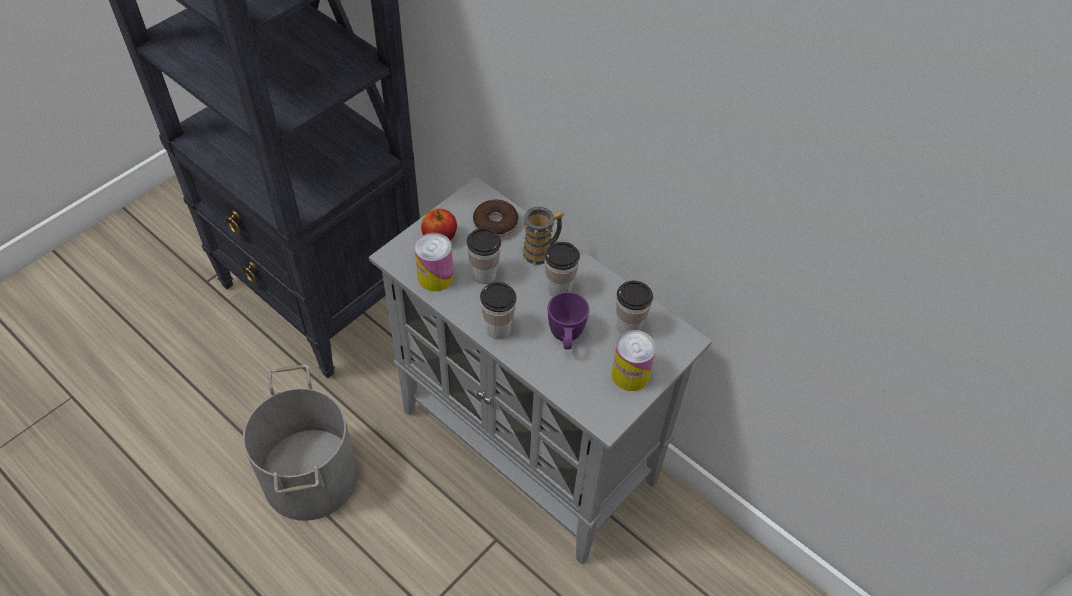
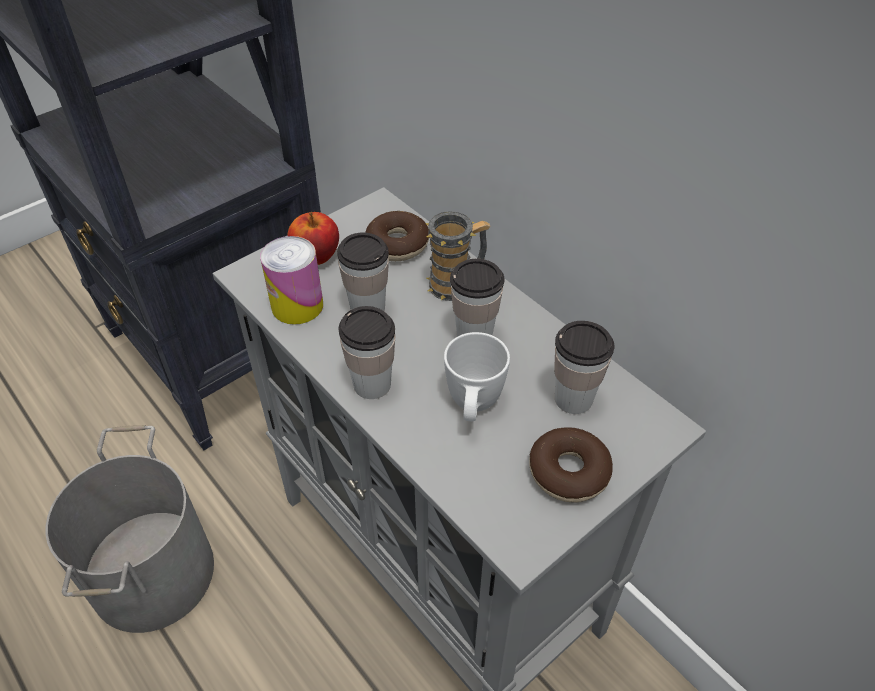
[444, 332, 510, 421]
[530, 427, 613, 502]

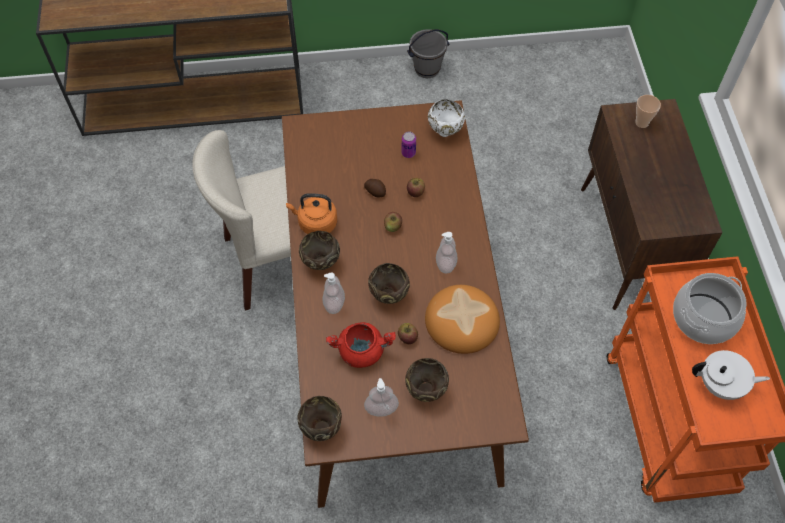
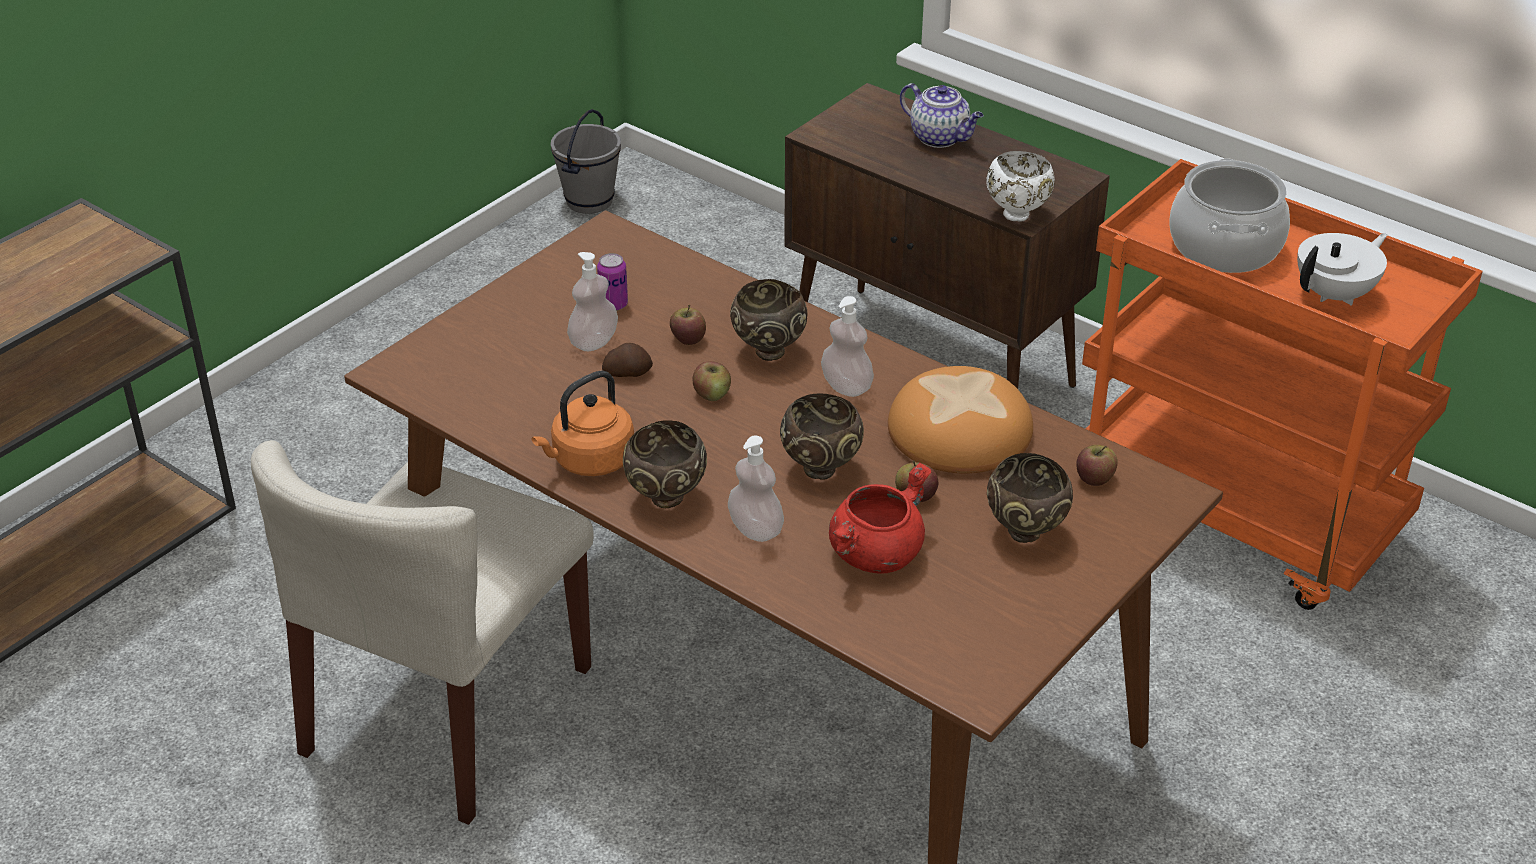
[551, 109, 621, 214]
[567, 252, 618, 351]
[730, 279, 808, 361]
[900, 83, 984, 148]
[986, 151, 1055, 222]
[1076, 445, 1118, 486]
[635, 95, 661, 128] (first image)

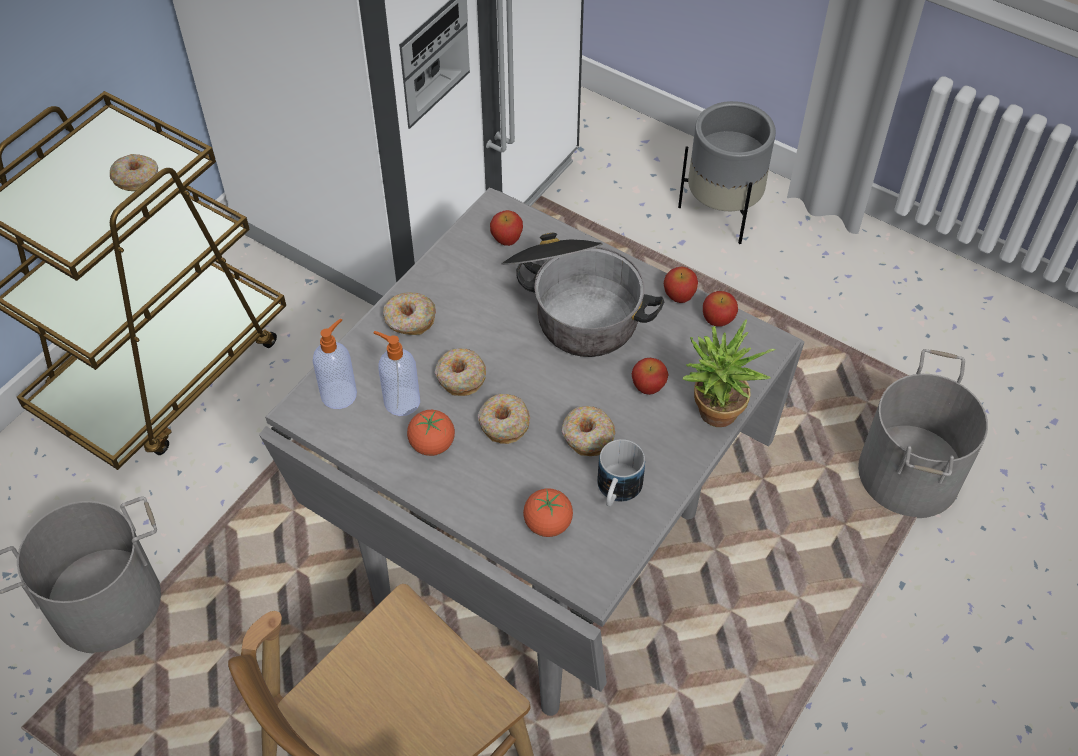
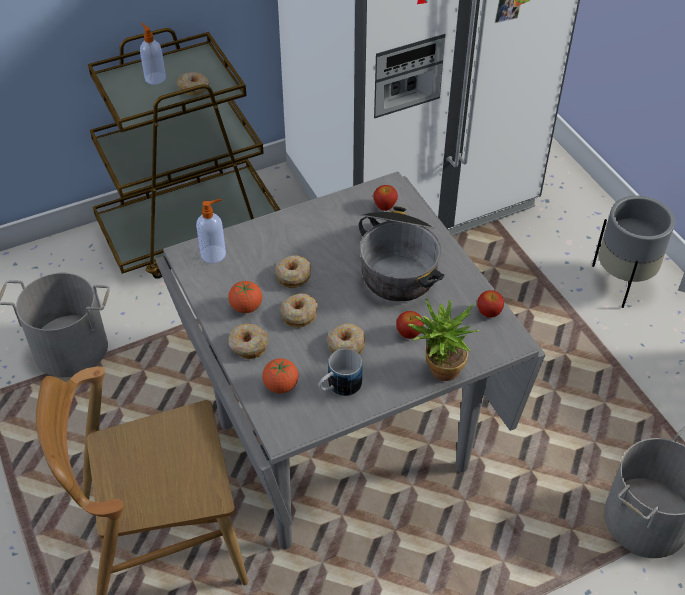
[140, 23, 166, 85]
[228, 324, 269, 359]
[664, 266, 698, 303] (first image)

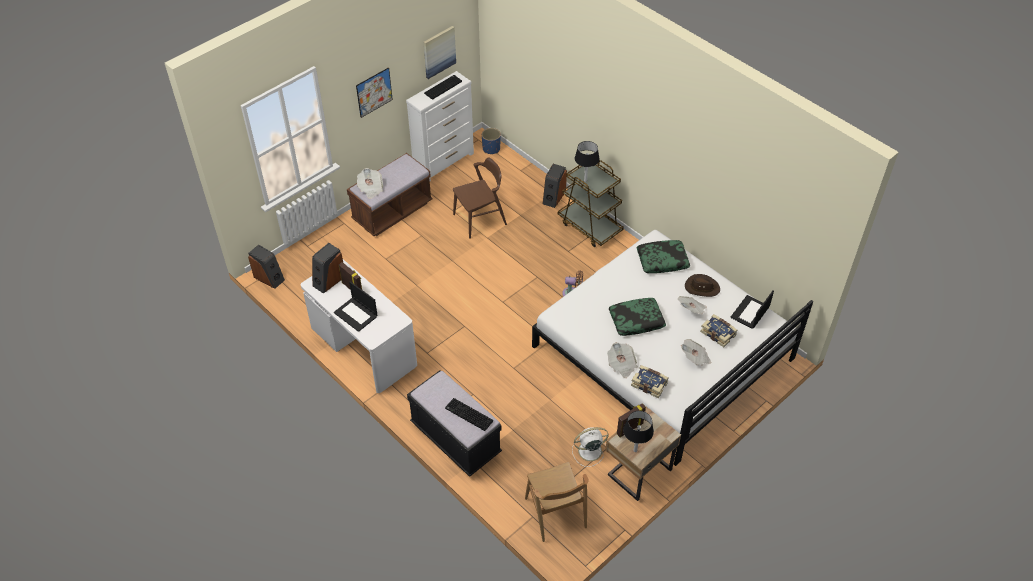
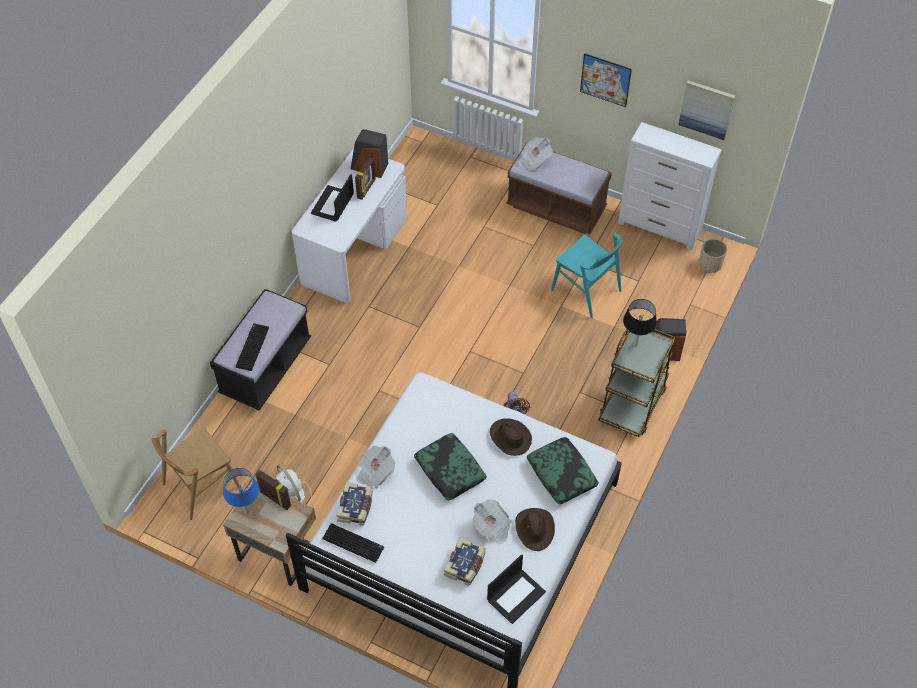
[223, 468, 259, 514]
[322, 523, 384, 563]
[487, 554, 546, 624]
[490, 418, 532, 456]
[551, 233, 624, 318]
[699, 238, 727, 273]
[248, 244, 285, 289] (first image)
[681, 339, 711, 366] (first image)

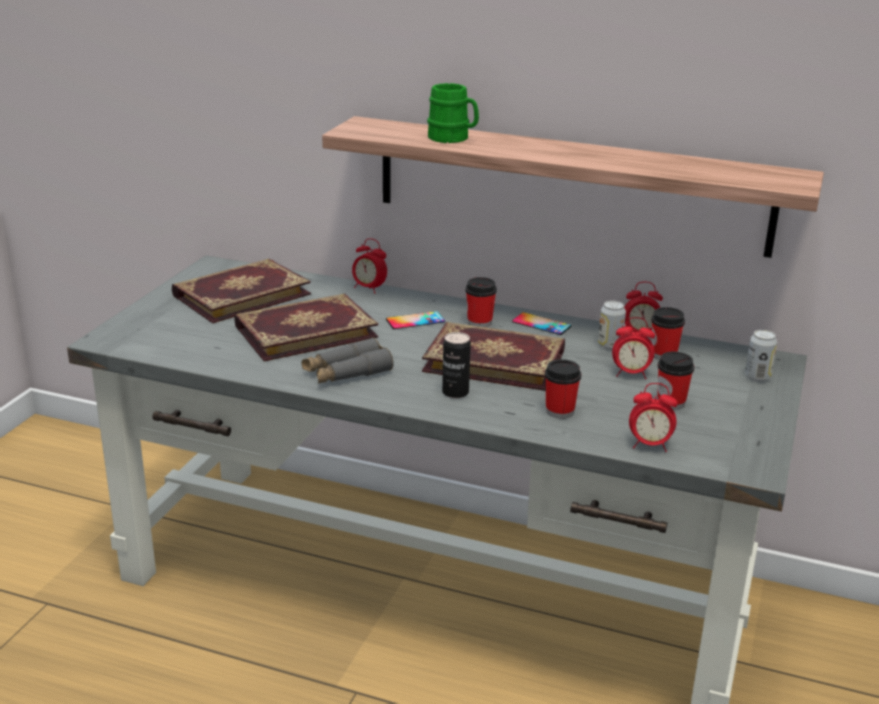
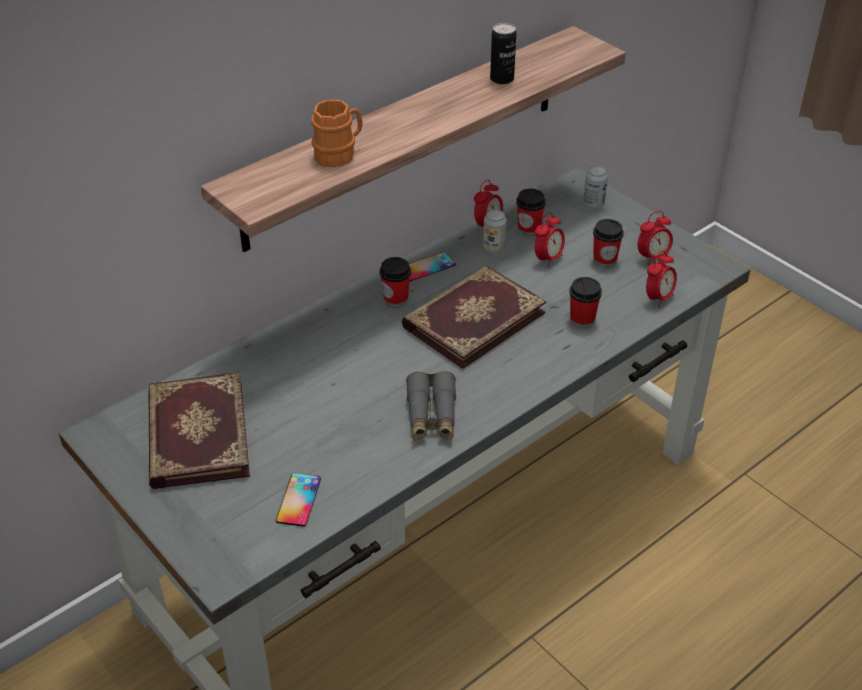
[276, 473, 321, 527]
[311, 100, 362, 167]
[490, 23, 516, 85]
[637, 211, 673, 265]
[234, 294, 378, 361] (first image)

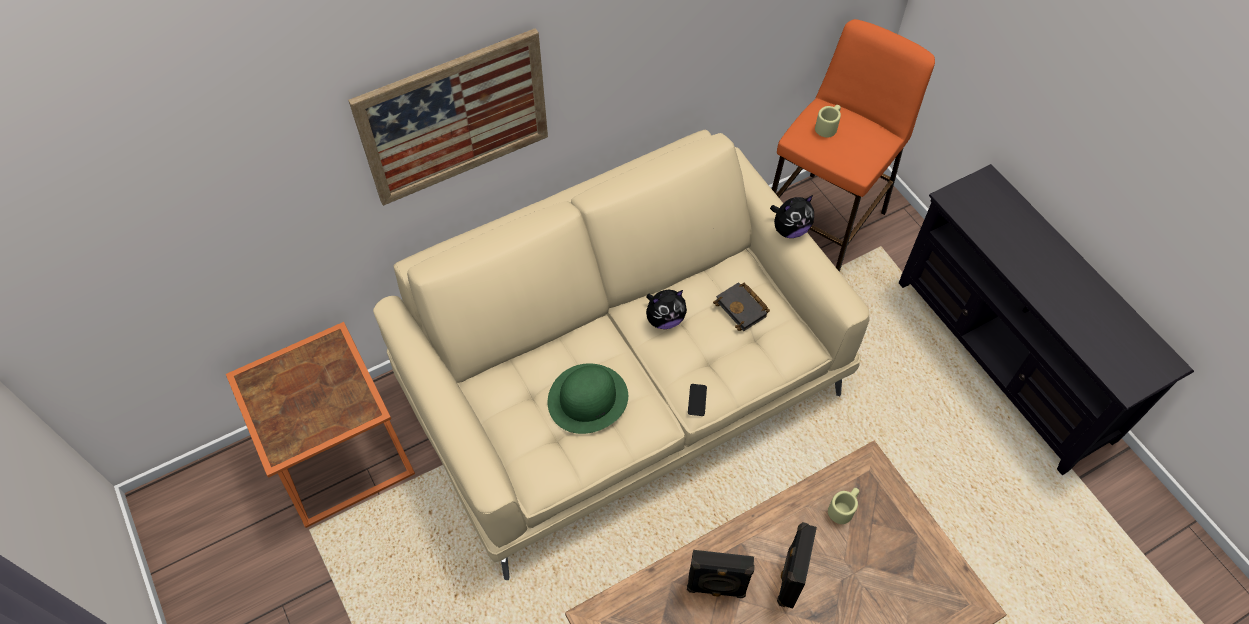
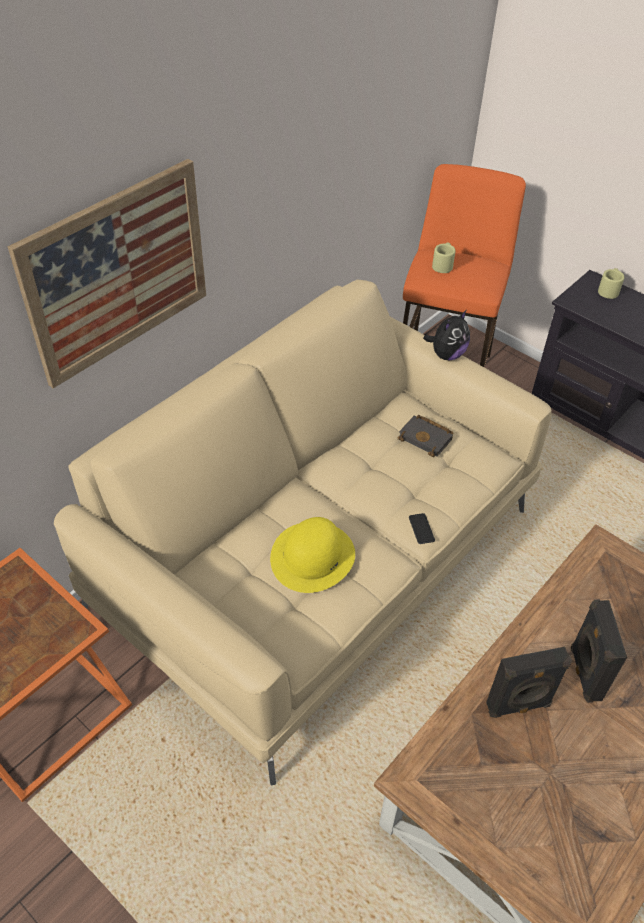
[270, 517, 355, 593]
[598, 268, 624, 299]
[646, 290, 687, 329] (first image)

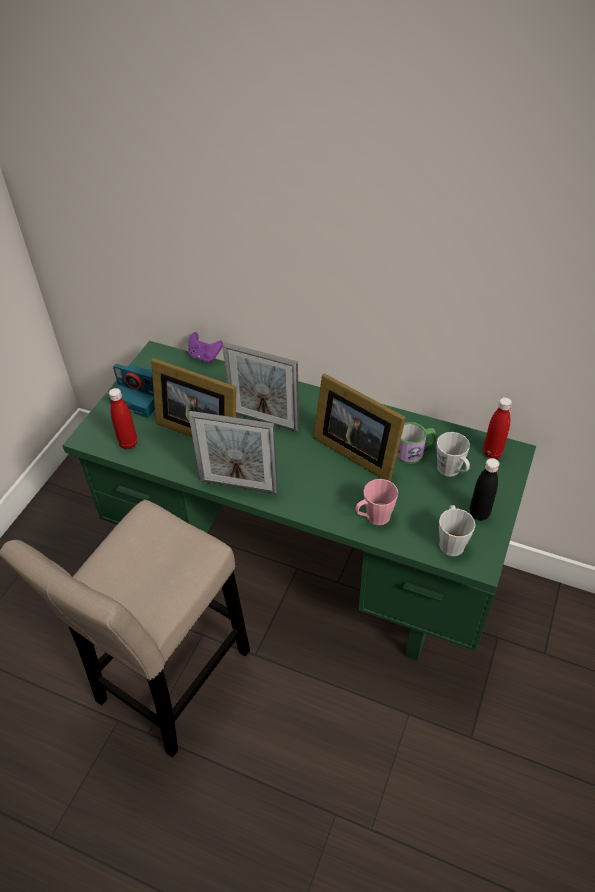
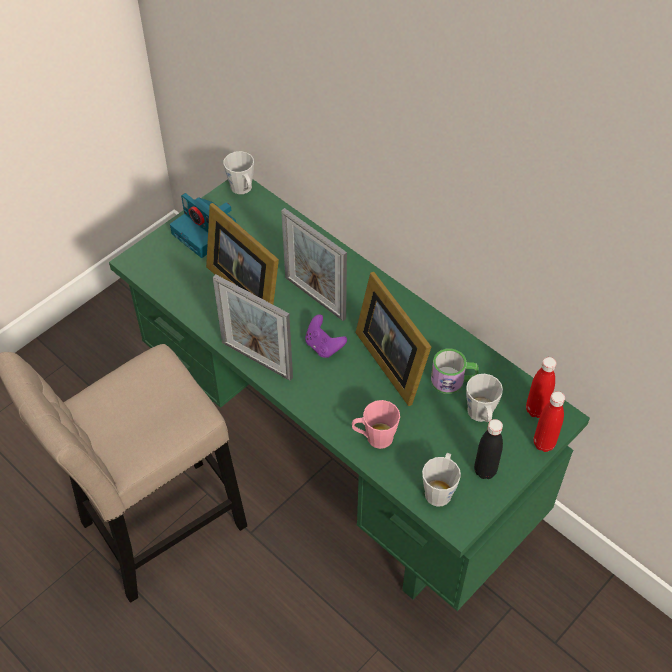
[224, 151, 254, 194]
[305, 315, 347, 358]
[534, 391, 565, 452]

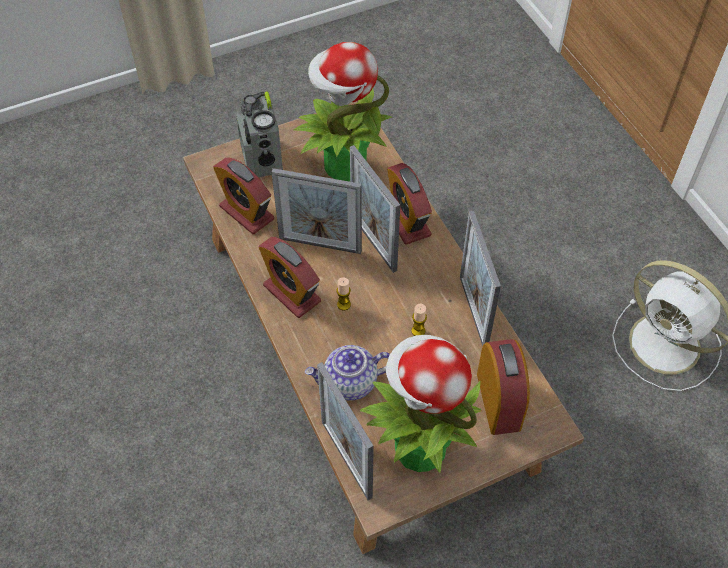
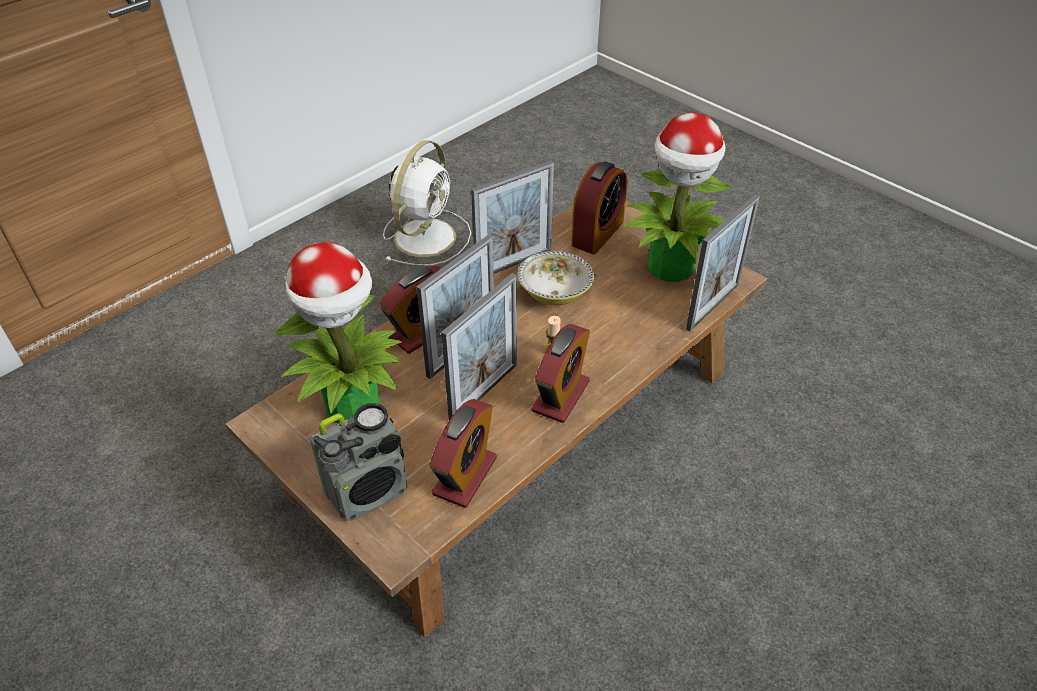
[441, 273, 517, 420]
[518, 251, 594, 305]
[571, 161, 627, 254]
[305, 345, 390, 401] (first image)

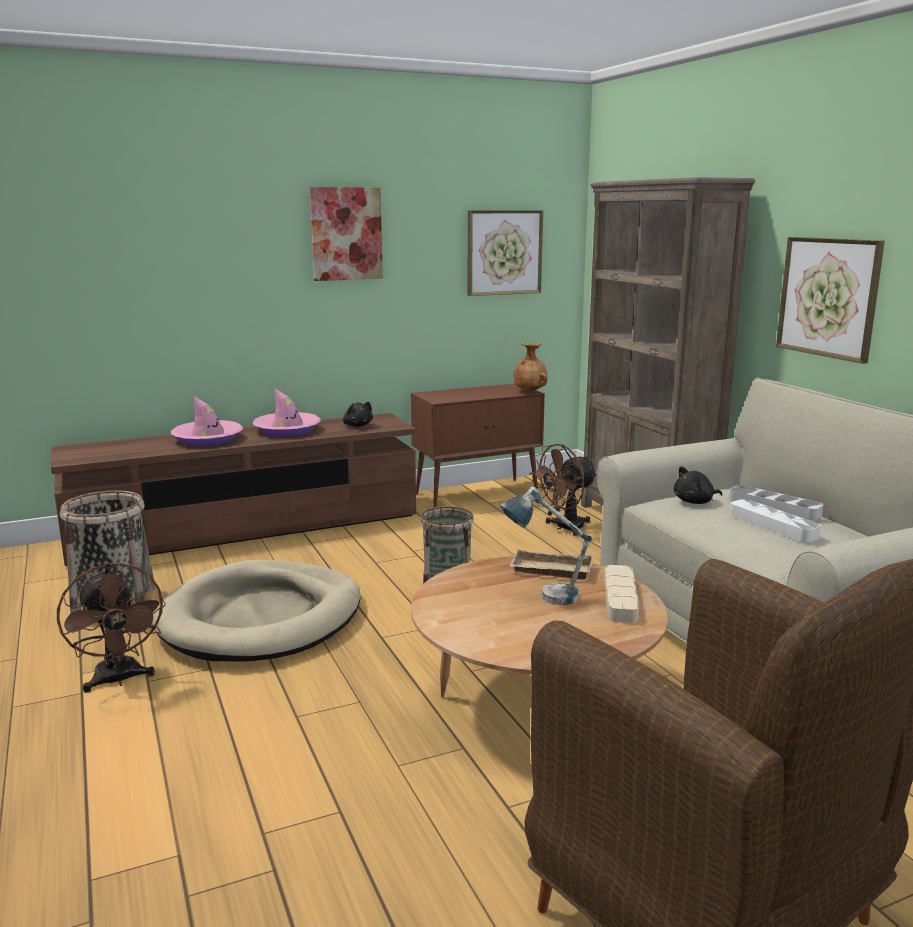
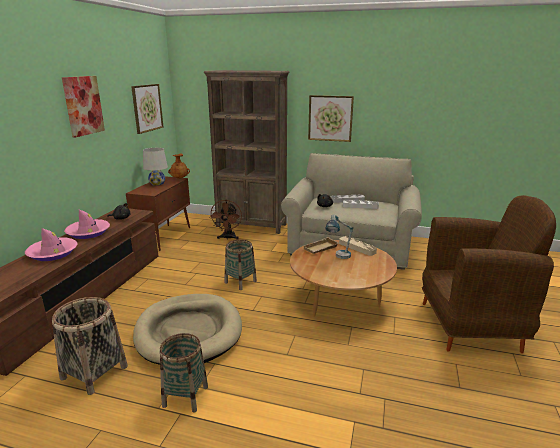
[143, 148, 168, 186]
[159, 333, 208, 413]

